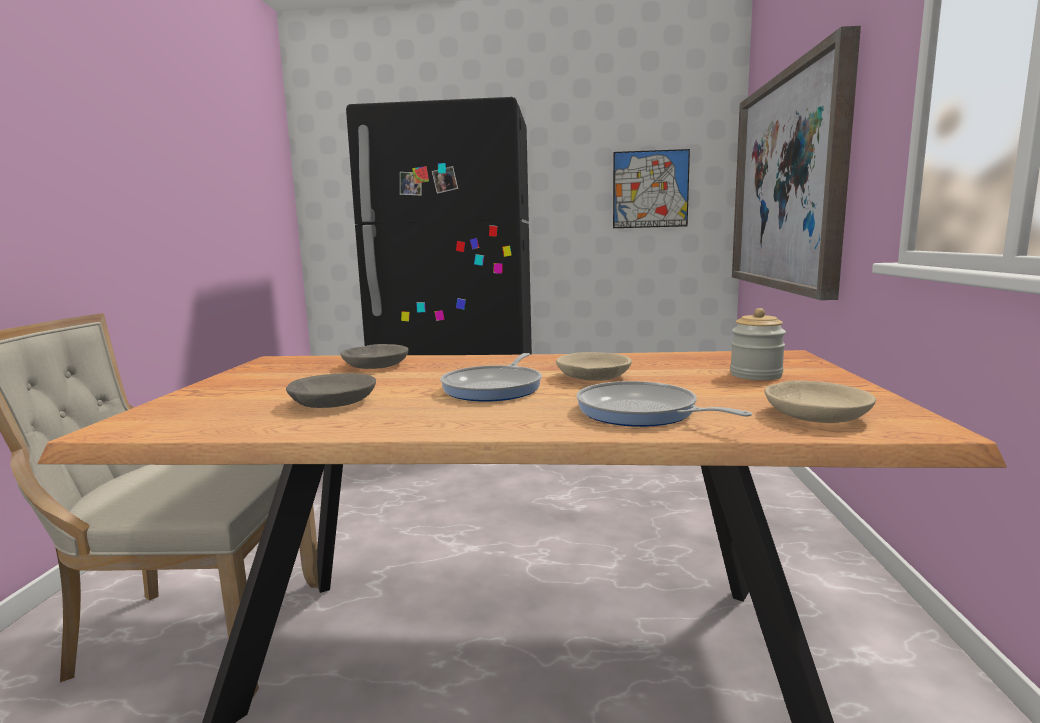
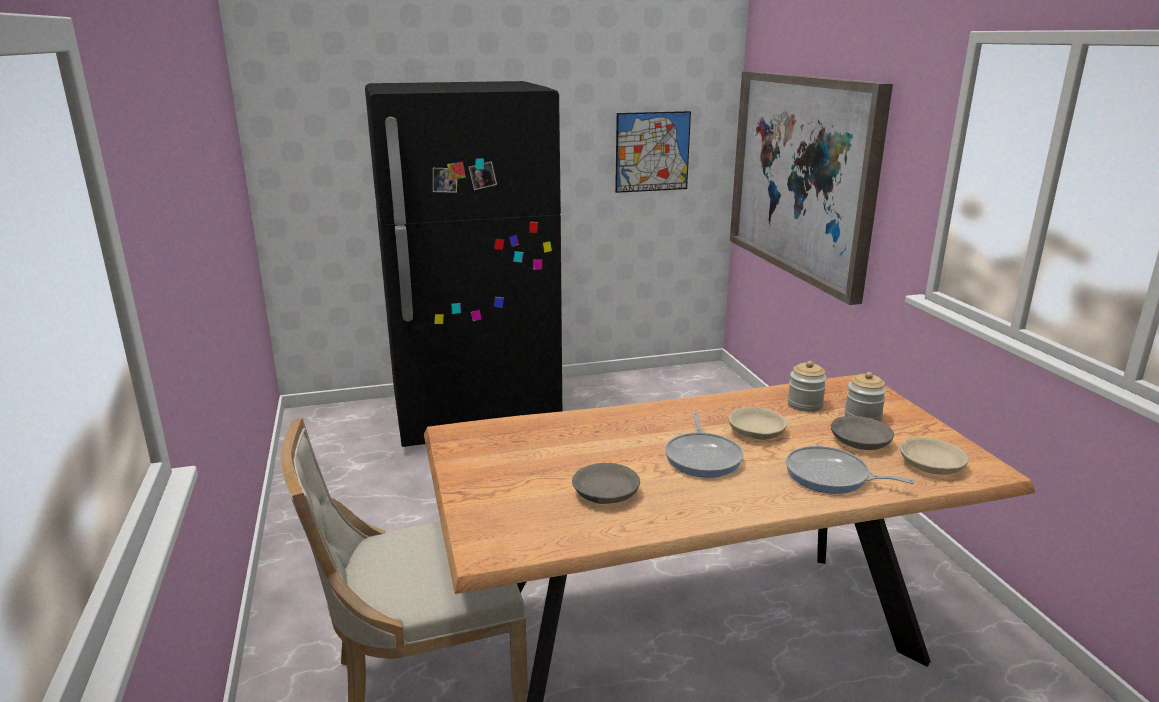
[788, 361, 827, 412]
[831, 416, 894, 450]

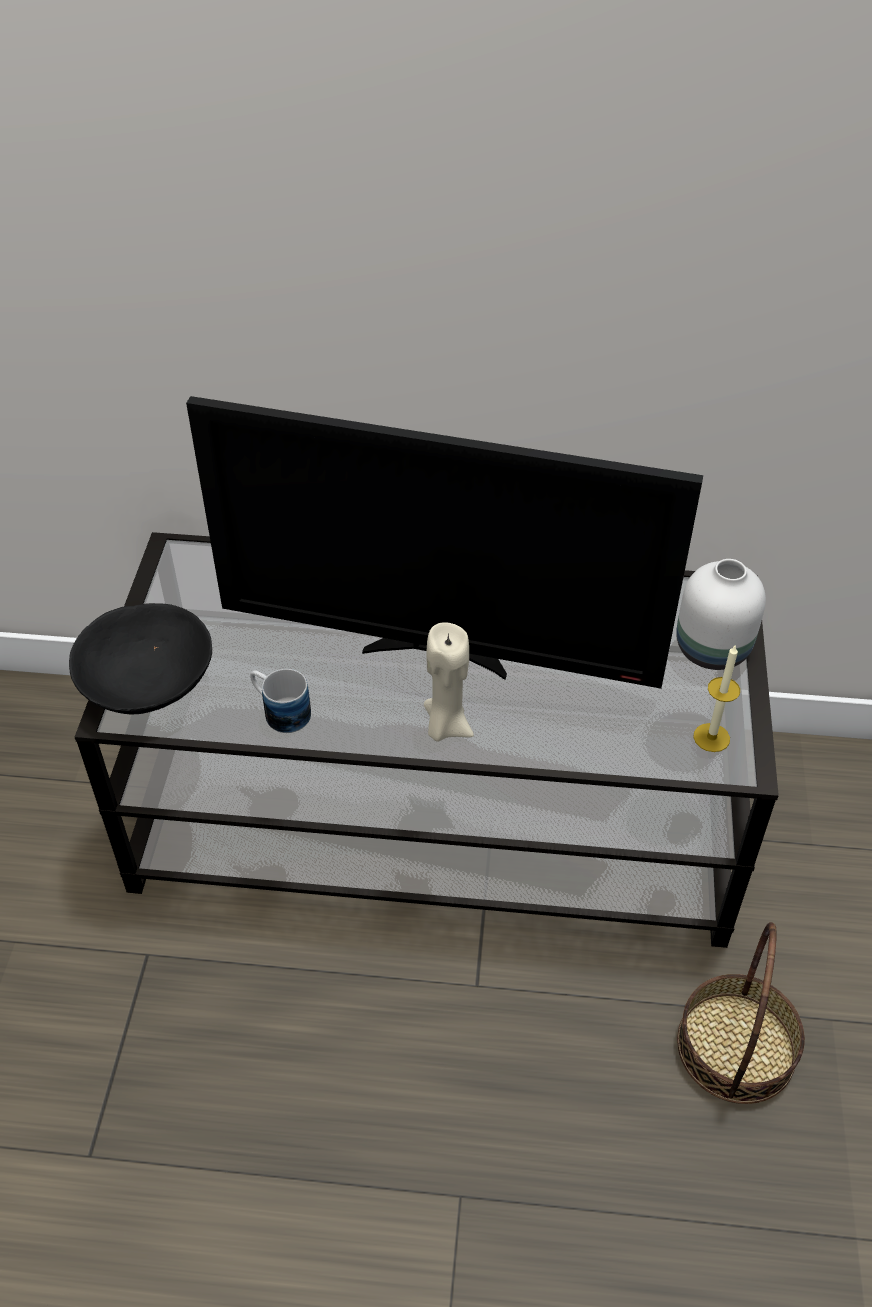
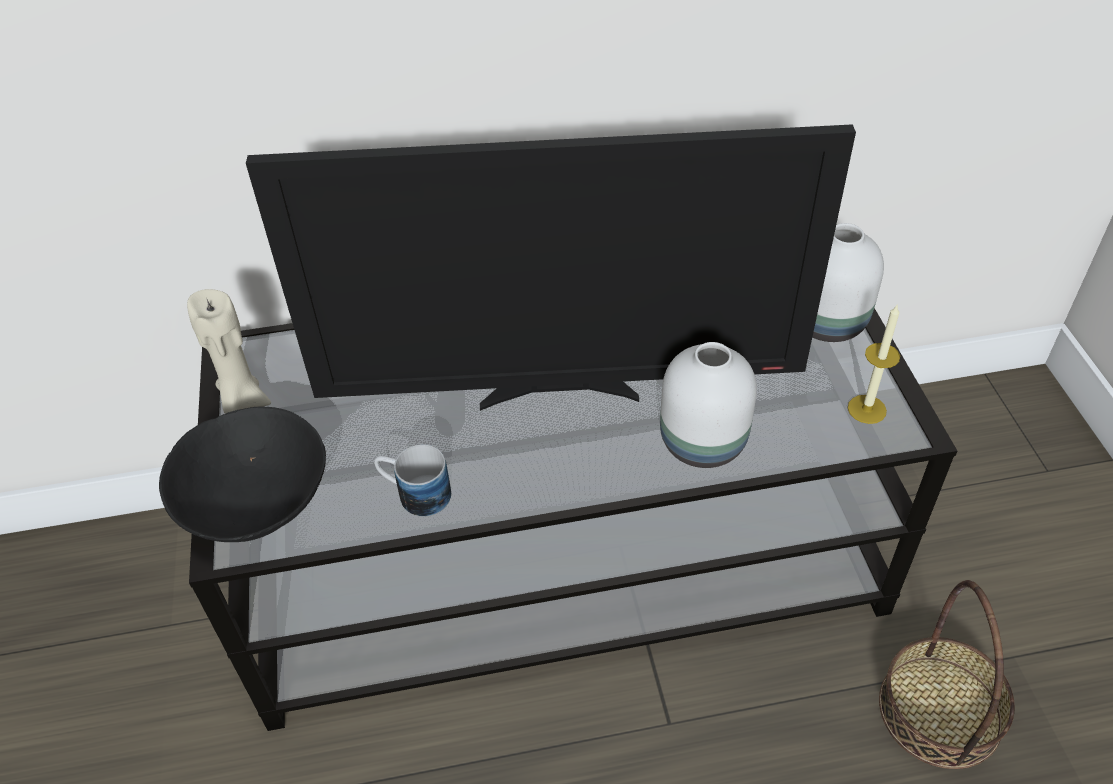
[187, 289, 271, 414]
[660, 342, 757, 468]

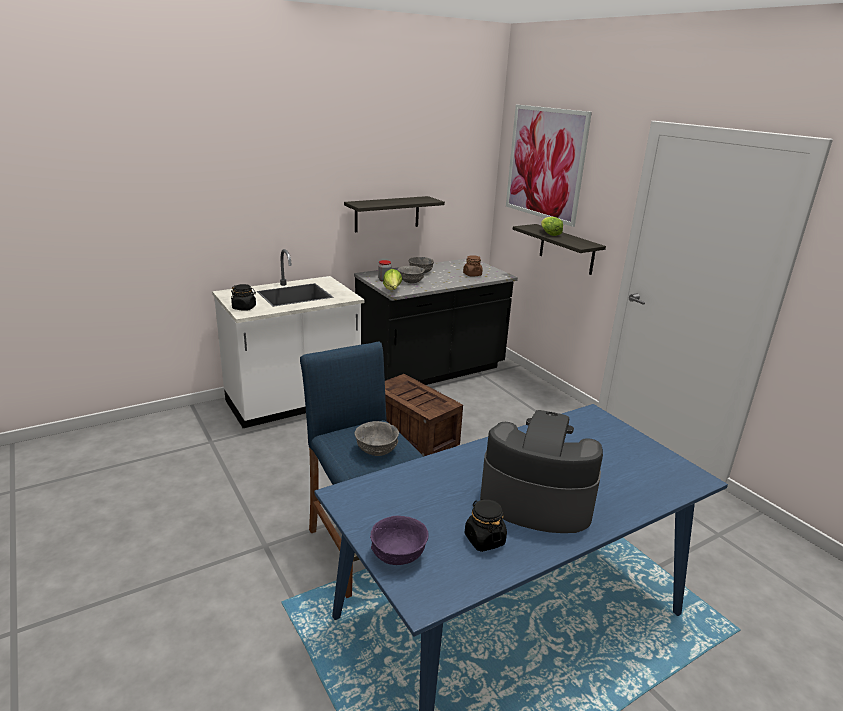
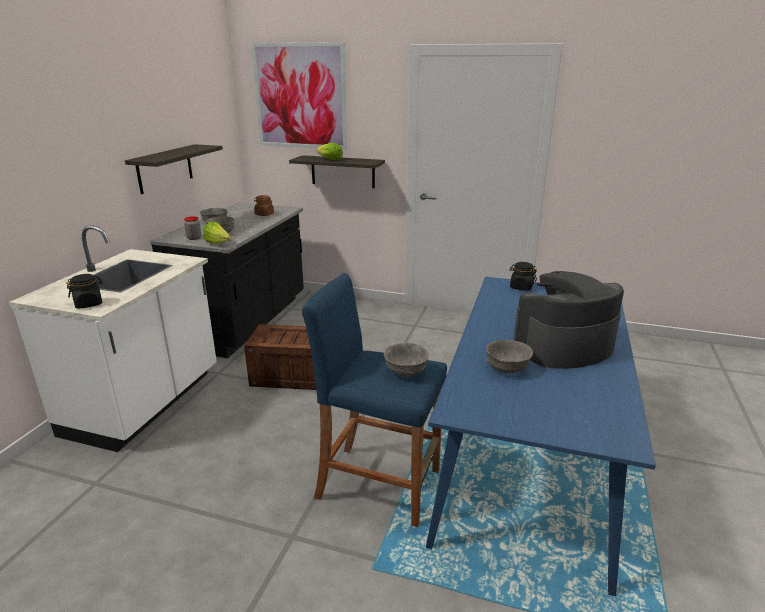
[486, 340, 533, 373]
[509, 262, 537, 291]
[370, 516, 429, 565] (first image)

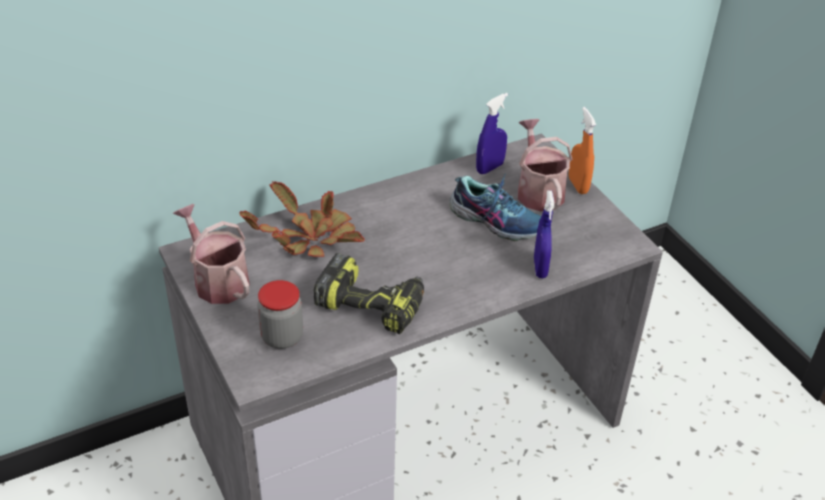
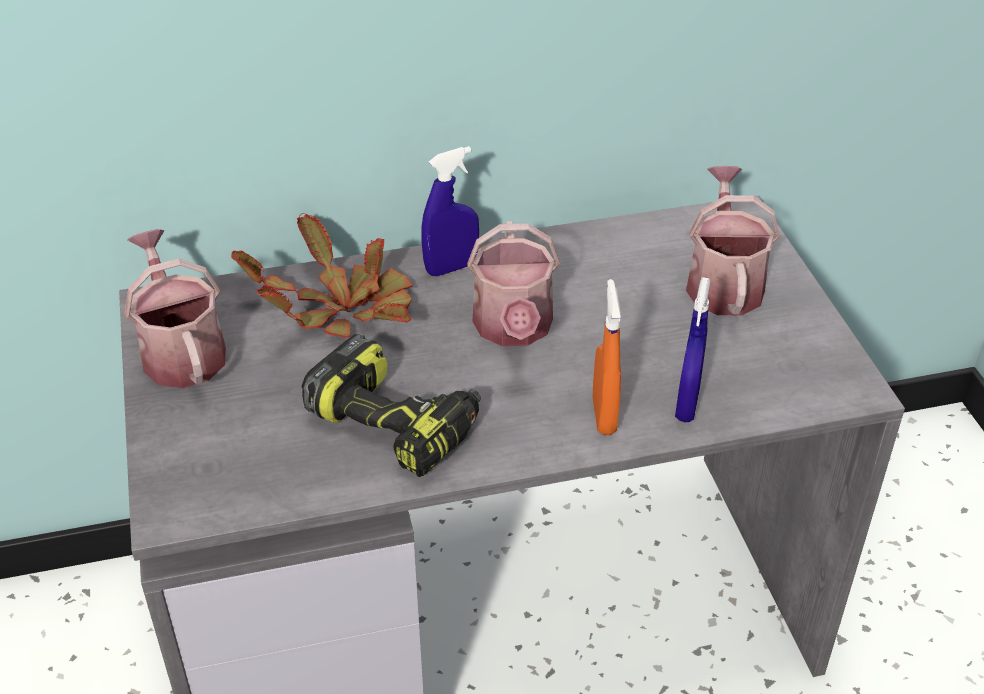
[421, 146, 479, 276]
[467, 221, 560, 346]
[593, 279, 621, 435]
[257, 280, 303, 349] (first image)
[449, 173, 541, 241] (first image)

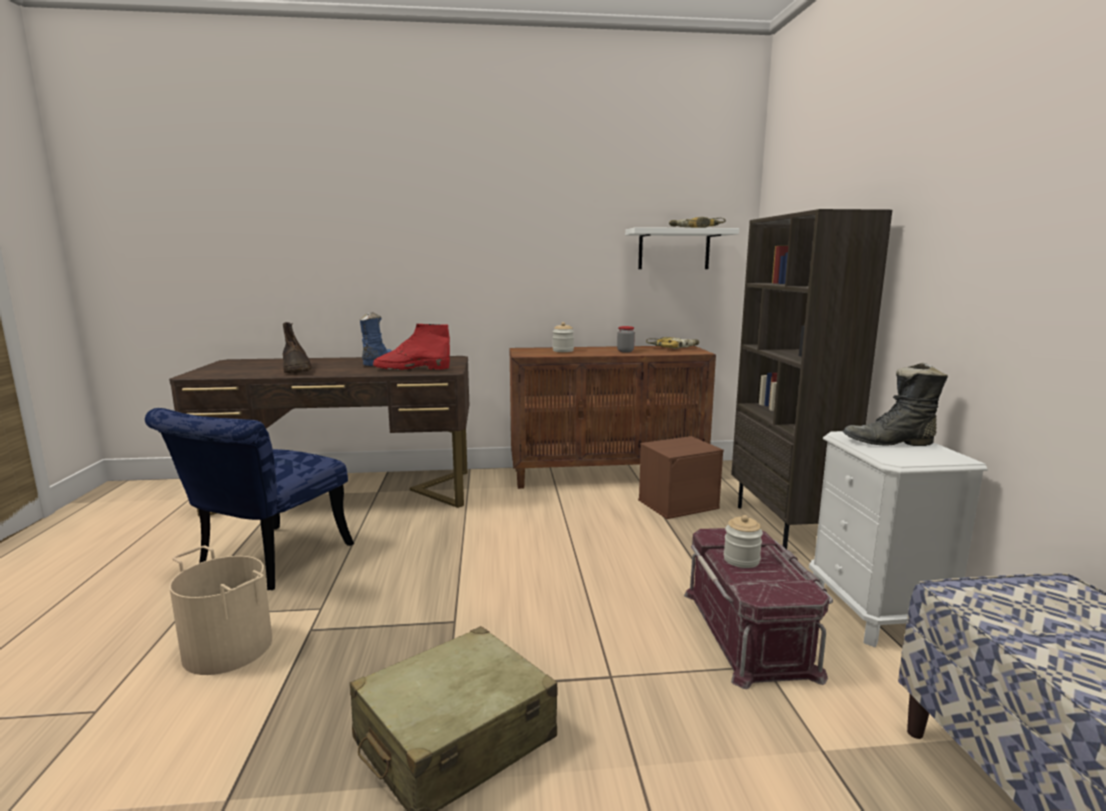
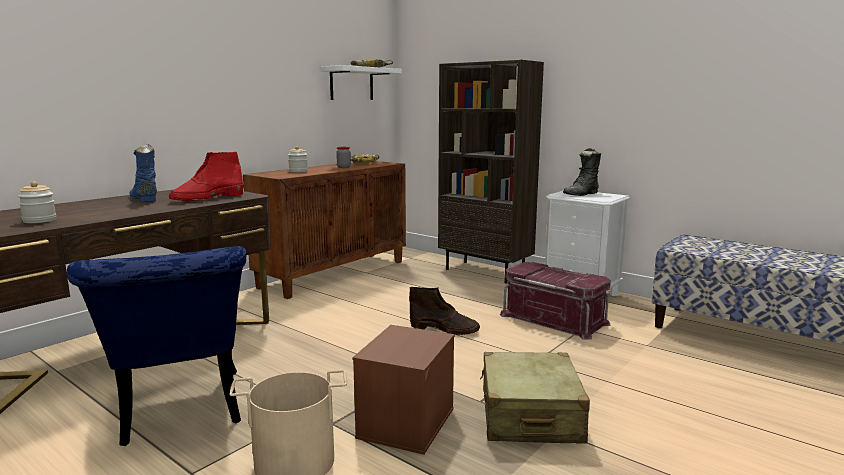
[18, 181, 56, 223]
[353, 325, 455, 455]
[409, 287, 480, 335]

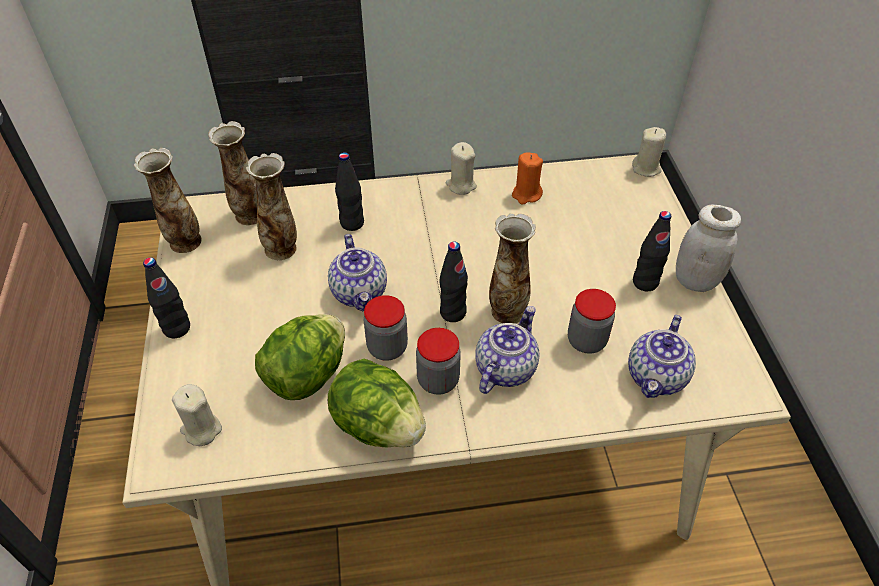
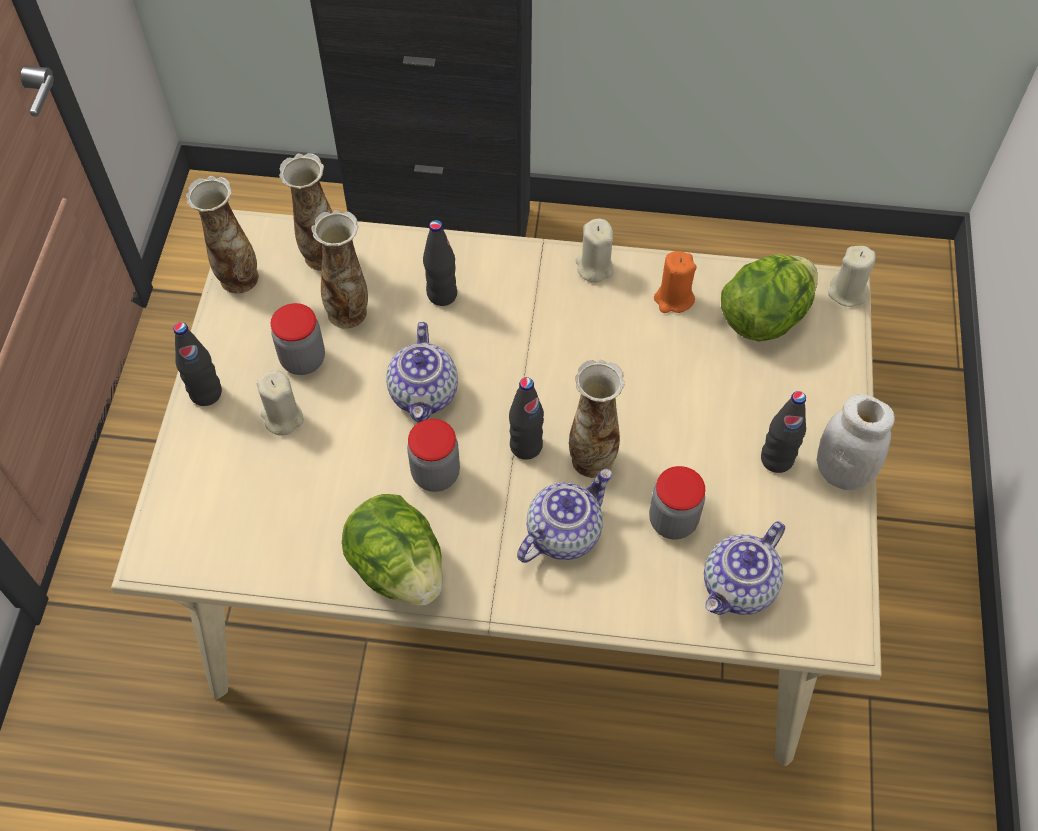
[257, 370, 304, 436]
[271, 303, 325, 375]
[721, 254, 818, 342]

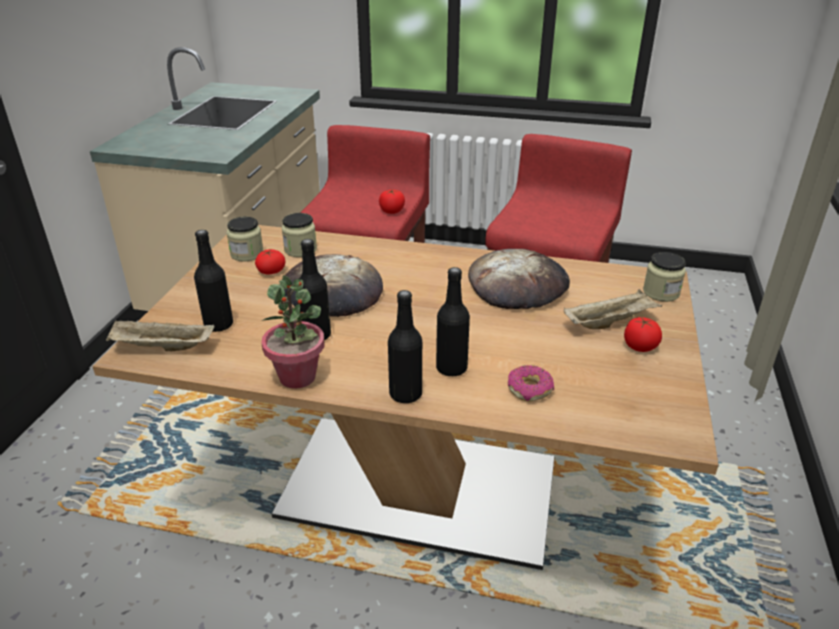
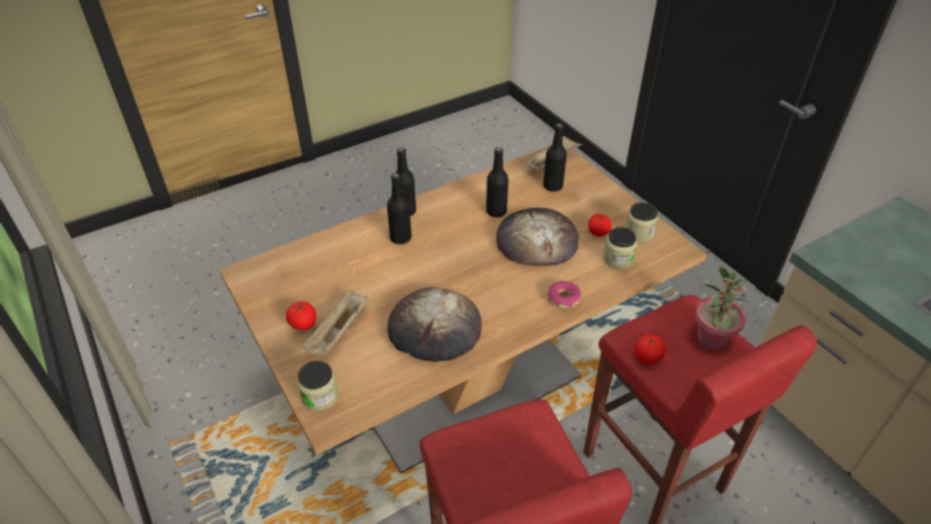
[548, 281, 581, 308]
[695, 267, 748, 350]

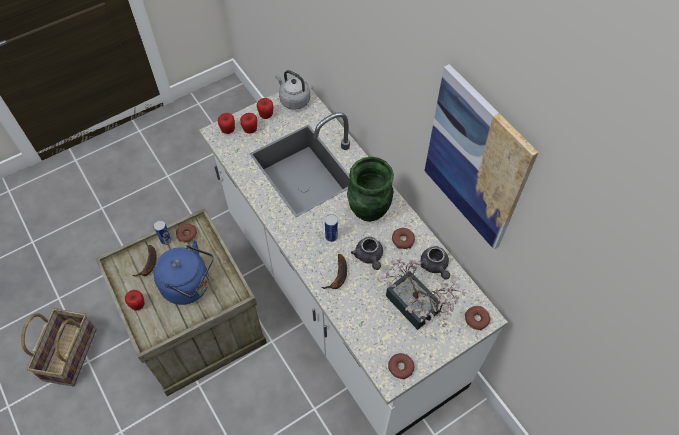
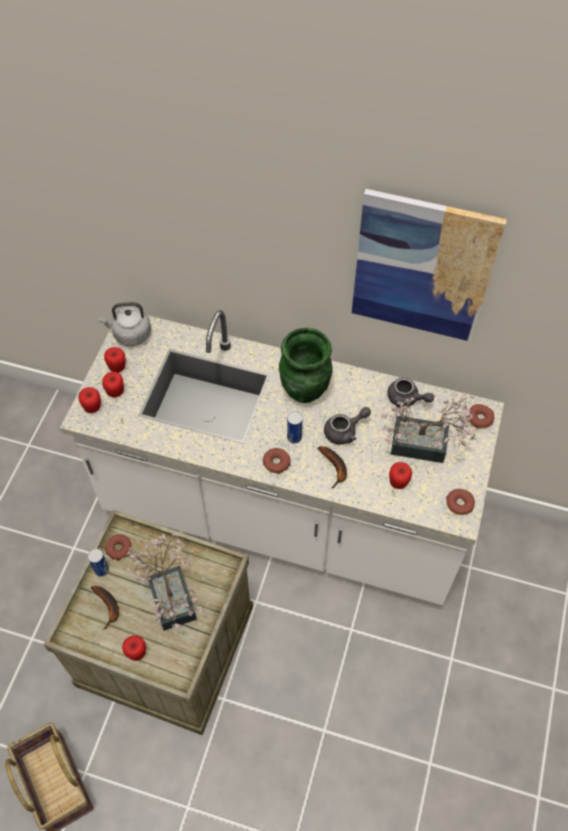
[126, 532, 203, 631]
[263, 448, 291, 474]
[324, 407, 371, 444]
[389, 462, 412, 489]

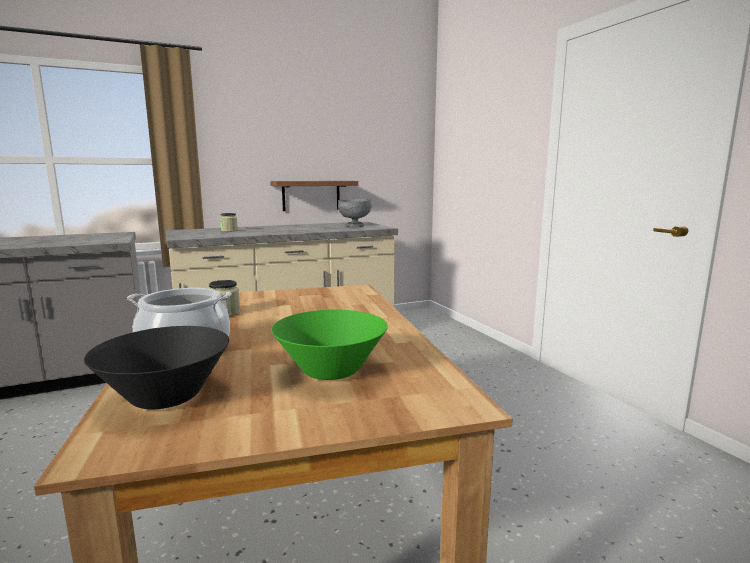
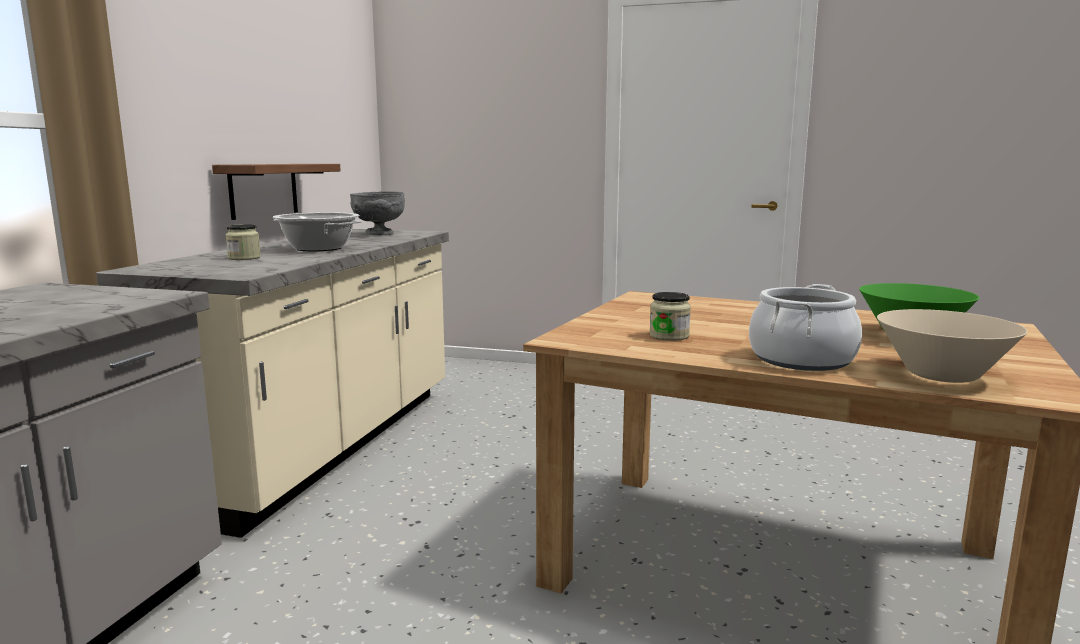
[273, 212, 362, 251]
[877, 309, 1028, 383]

